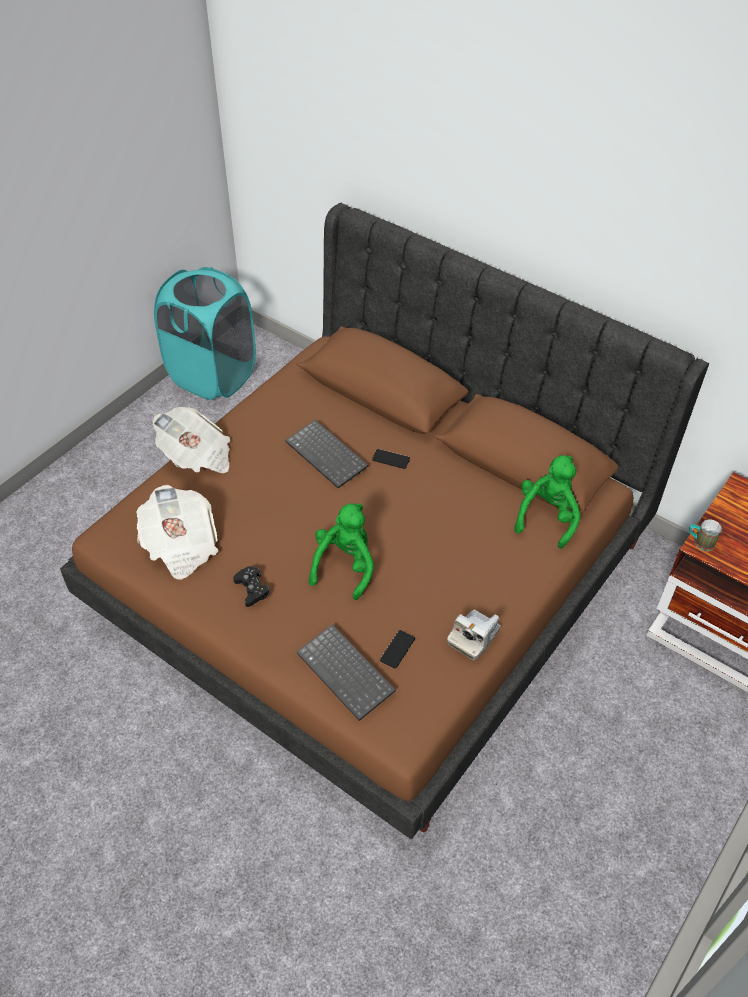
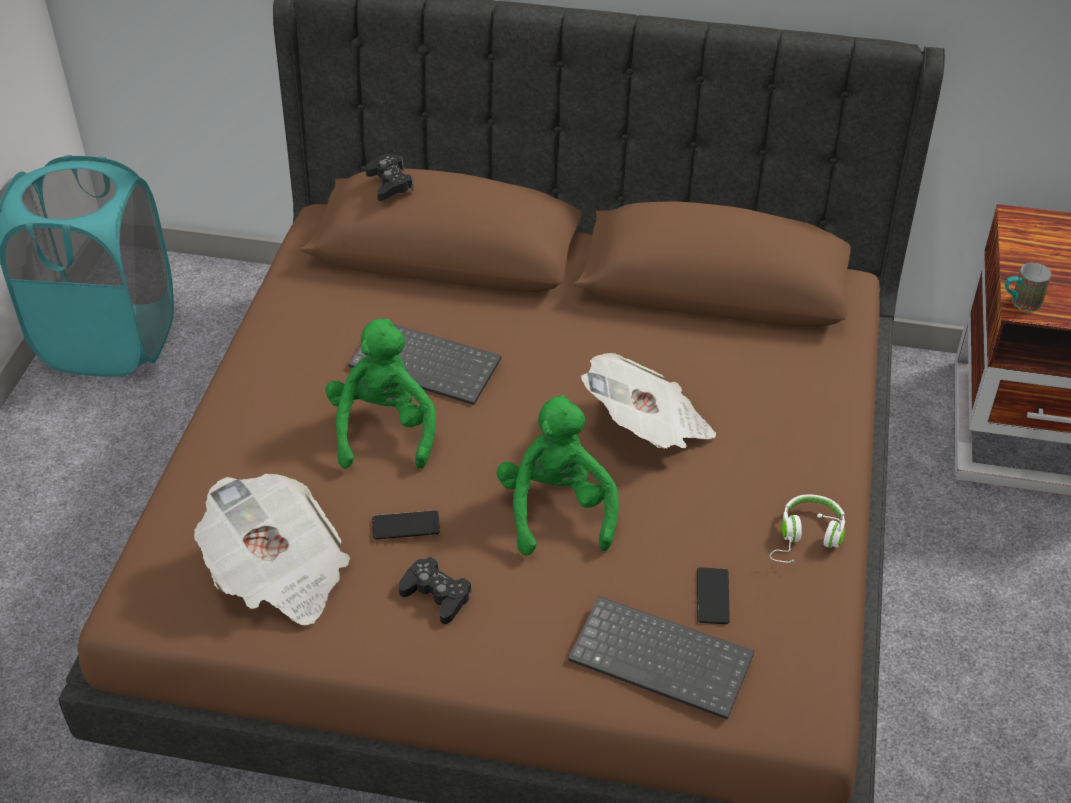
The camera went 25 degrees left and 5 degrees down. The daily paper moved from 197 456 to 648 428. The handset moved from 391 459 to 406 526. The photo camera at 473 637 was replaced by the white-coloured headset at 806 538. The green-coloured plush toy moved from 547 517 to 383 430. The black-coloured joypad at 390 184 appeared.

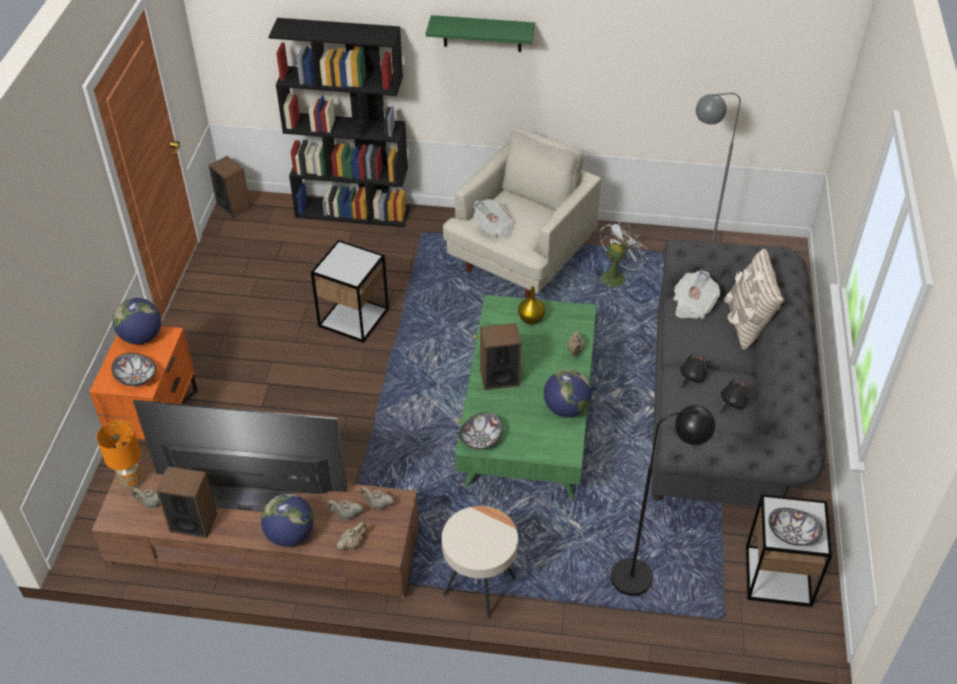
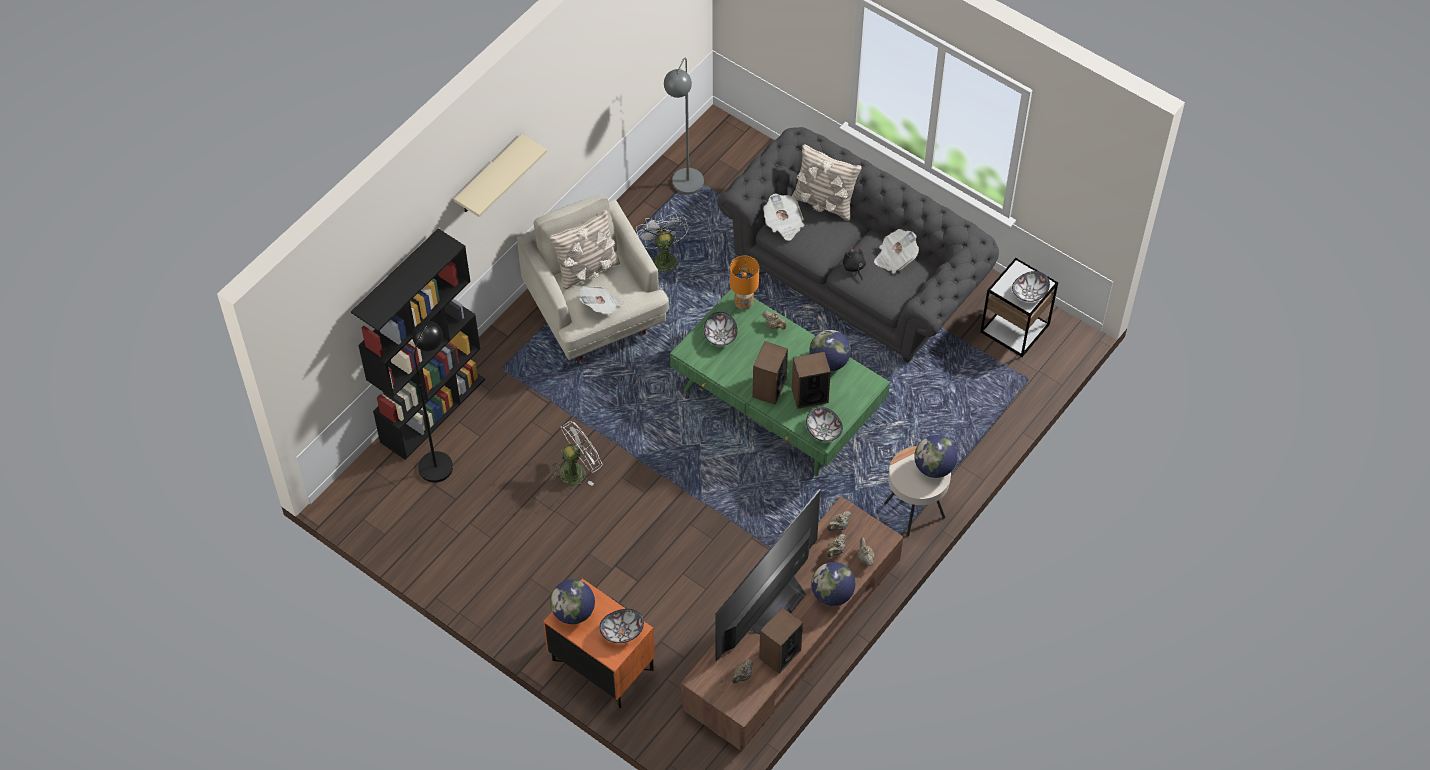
The camera went 60 degrees left and 10 degrees up. The orange table lamp moved from 132 481 to 743 303. The loudspeaker moved from 233 206 to 809 395. The side table at 353 317 was replaced by the white-coloured electric fan at 577 470. The green-coloured wall shelf at 482 33 became the beige-coloured wall shelf at 489 176. The yellowish flower vase at 531 319 was replaced by the deep dish at 720 336. The black-coloured floor lamp moved from 644 576 to 440 459. The black-coloured plush toy at 732 403 was replaced by the daily paper at 895 258. The beige-coloured throw pillow at 587 270 appeared. The globe at 934 467 appeared.

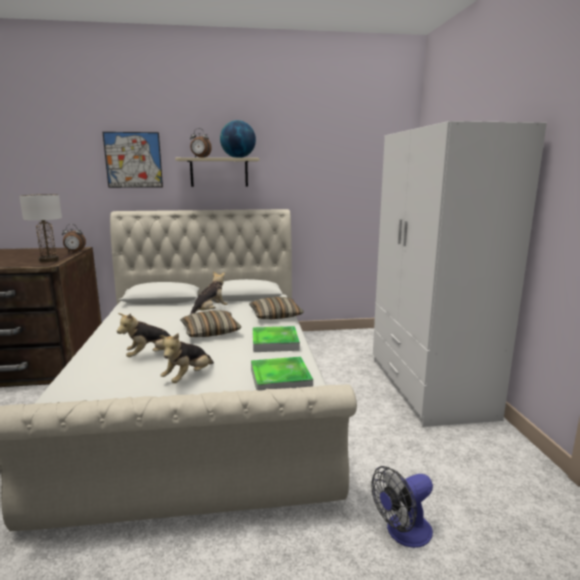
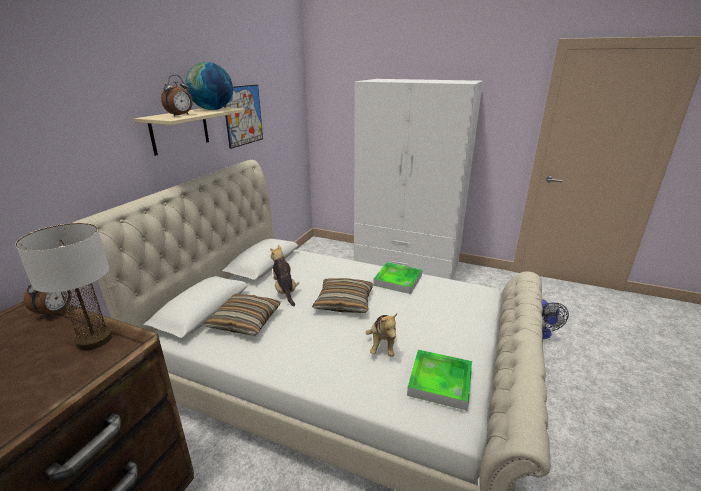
The camera went 60 degrees left and 10 degrees up. The wall picture moved from 133 160 to 243 115. The plush toy at 188 377 disappeared. The throw pillow moved from 275 315 to 245 321. The serving tray moved from 280 379 to 440 381.

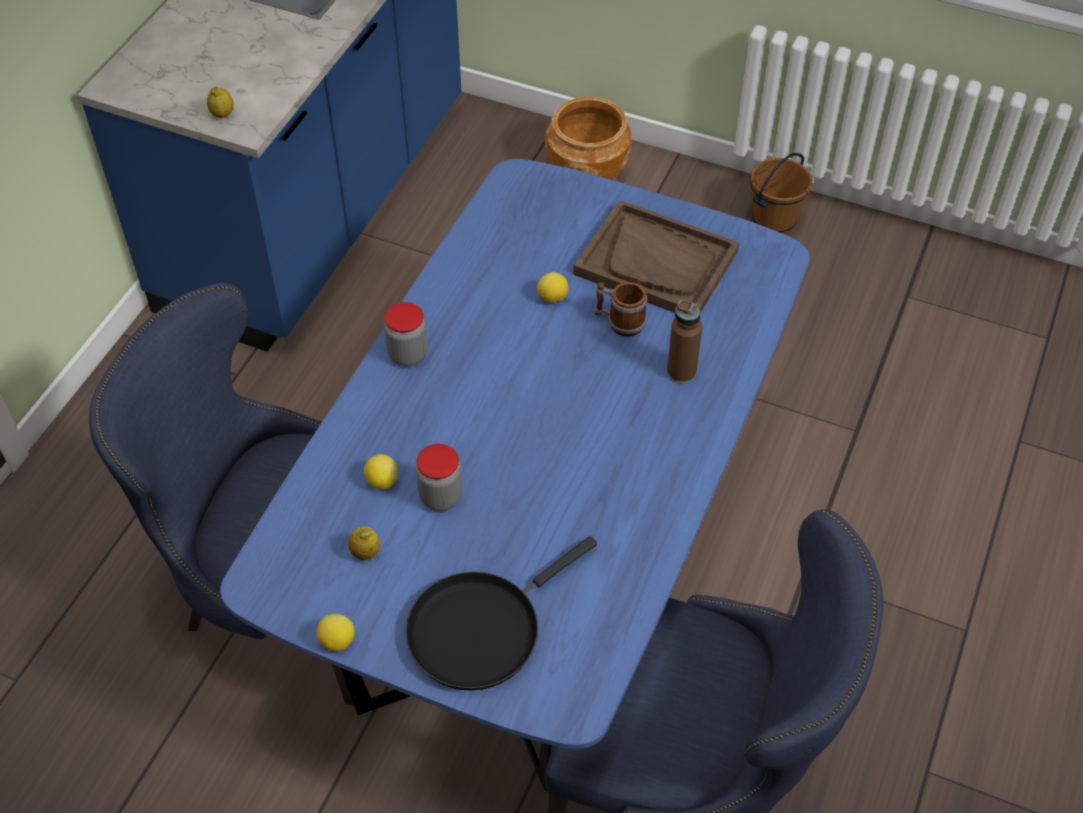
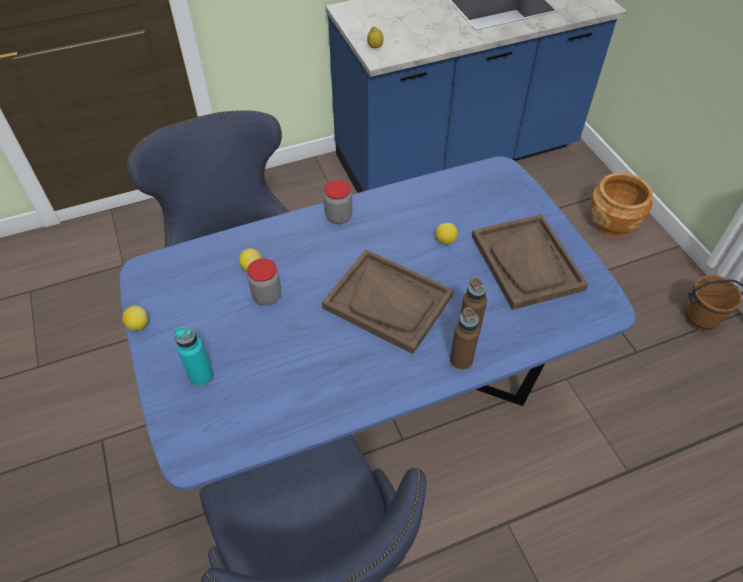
The camera went 45 degrees right and 0 degrees up. The citrus fruit at 365 552 disappeared. The black-coloured skillet at 480 629 was replaced by the blue-green bottle at 201 376. The mug at 619 322 disappeared. The brown serving tray at 388 302 appeared. The brown bottle at 461 361 appeared.

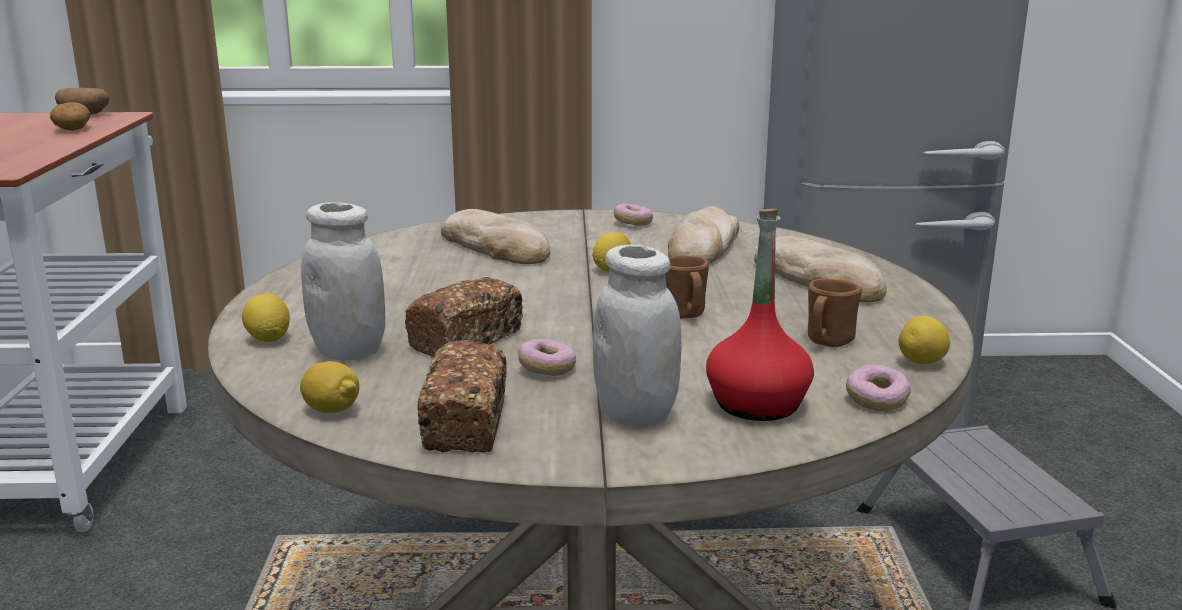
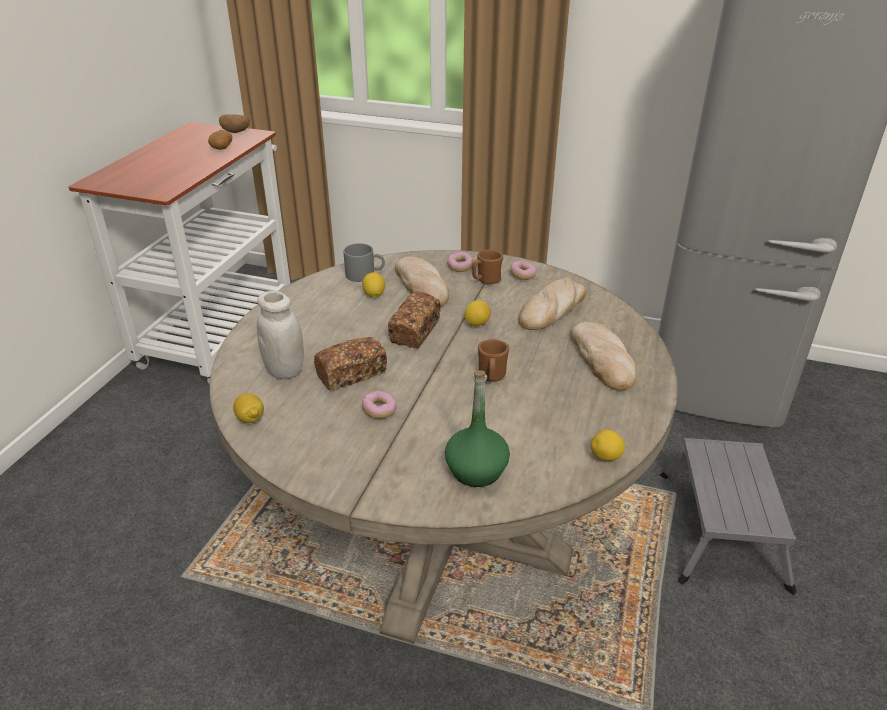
The camera went 20 degrees right and 15 degrees up. The citrus fruit moved from 268 339 to 374 295. The baked bread moved from 466 424 to 415 331. The white-coloured preserve jar at 635 415 disappeared. The red bottle at 756 404 became the green-coloured bottle at 476 470. The brown mug moved from 827 342 to 486 281. The doughnut moved from 876 401 to 460 267. The grey mug at 365 274 appeared.

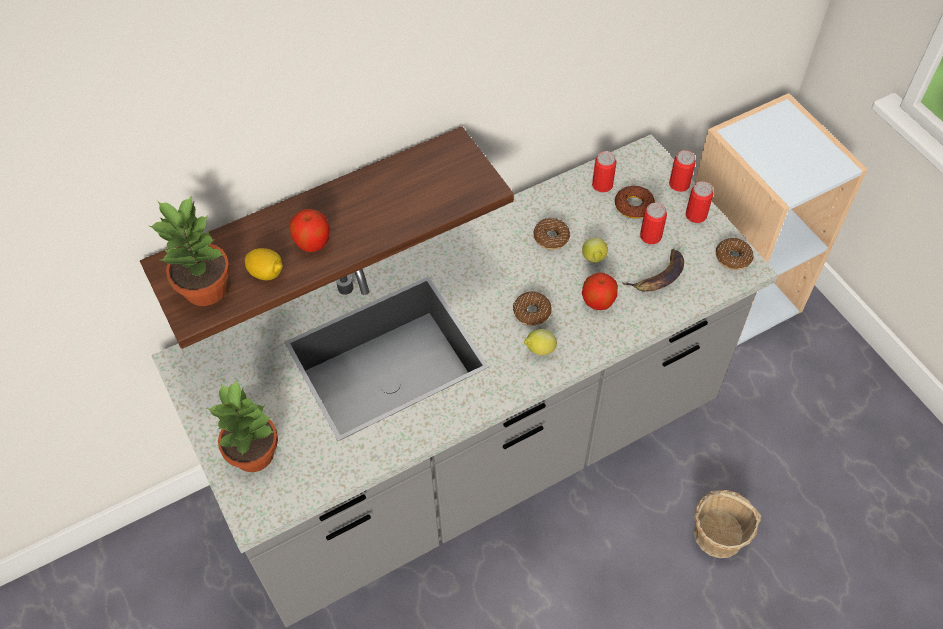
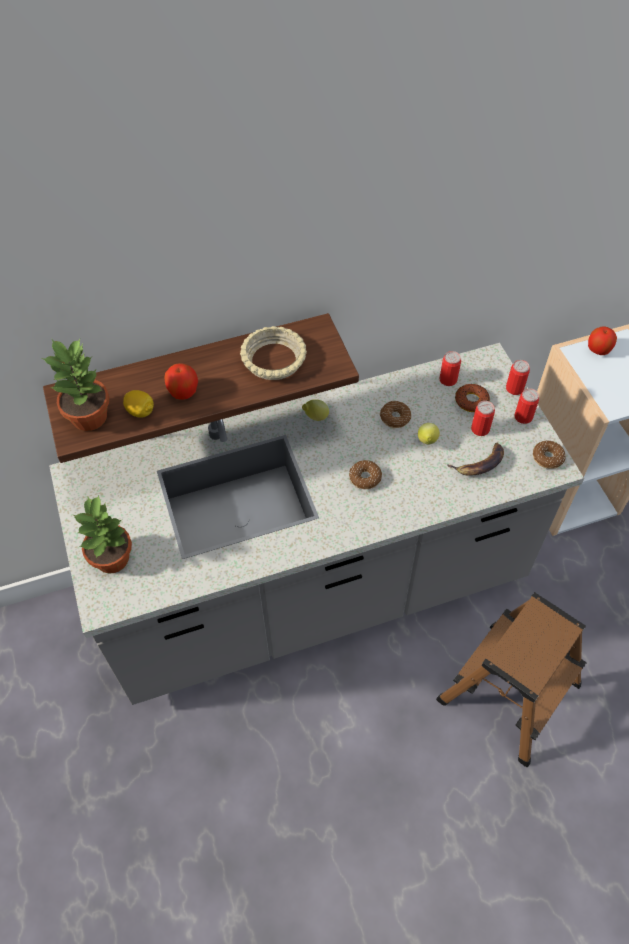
The camera went 10 degrees right and 0 degrees up. The citrus fruit moved from 539 350 to 315 417. The apple moved from 598 301 to 598 350. The household basket at 718 533 was replaced by the brown step ladder at 509 691. The beige-coloured deep dish at 274 360 appeared.

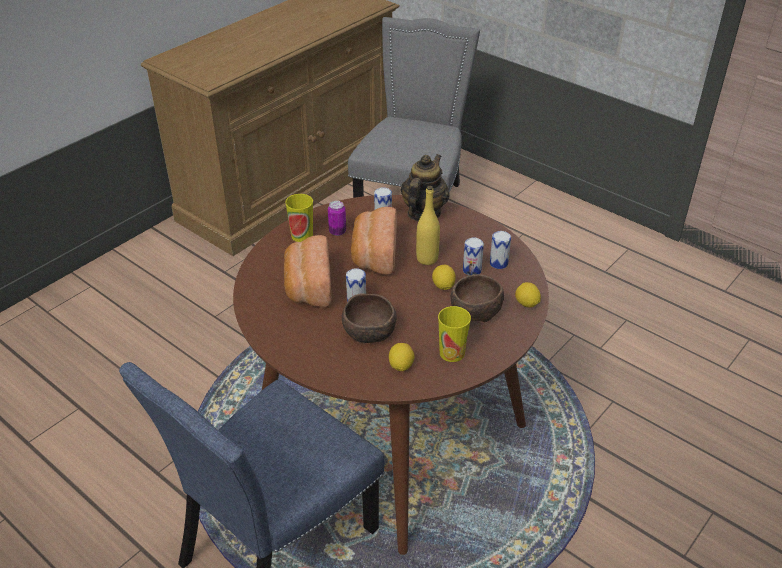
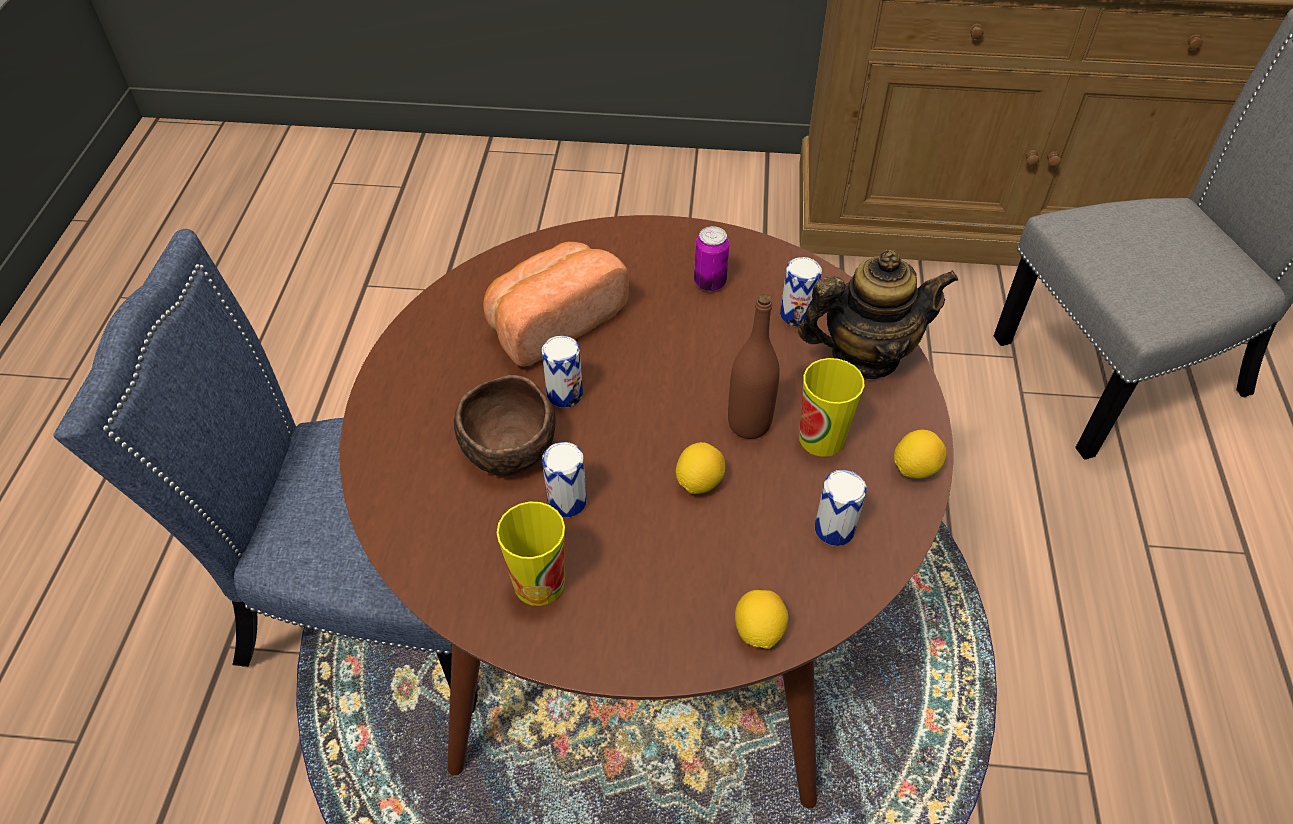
The camera went 55 degrees right and 10 degrees up. The small cup moved from 302 235 to 821 438. The baked bread at 374 255 disappeared. The citrus fruit moved from 401 366 to 915 468. The yellowish bottle at 427 259 became the brown bottle at 749 423. The brown deep dish at 474 310 disappeared. The can moved from 472 270 to 567 501.

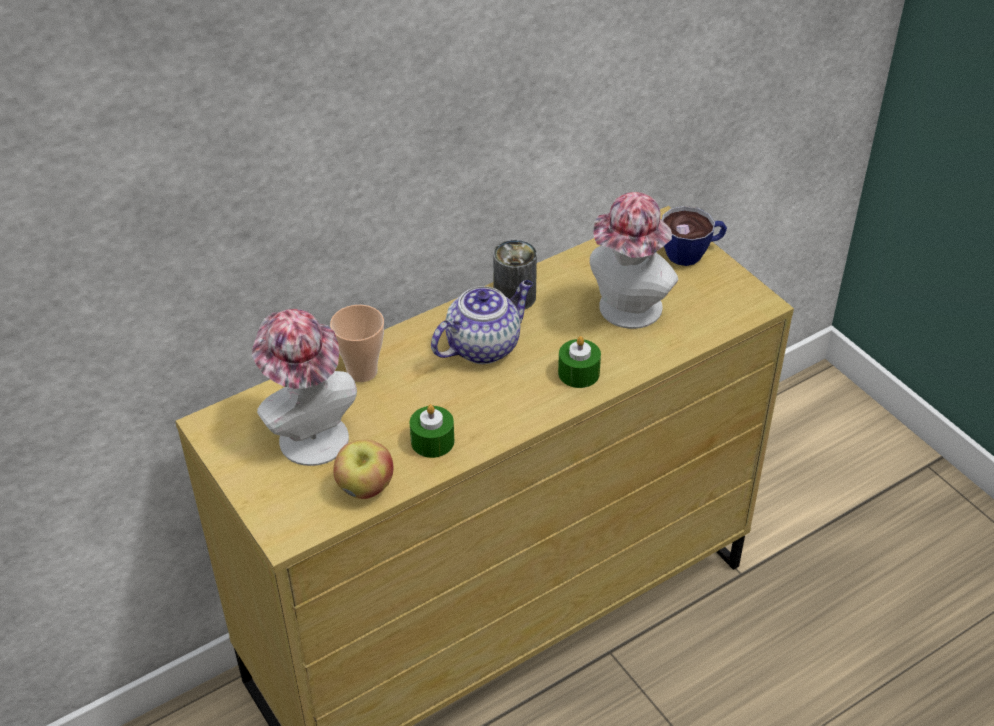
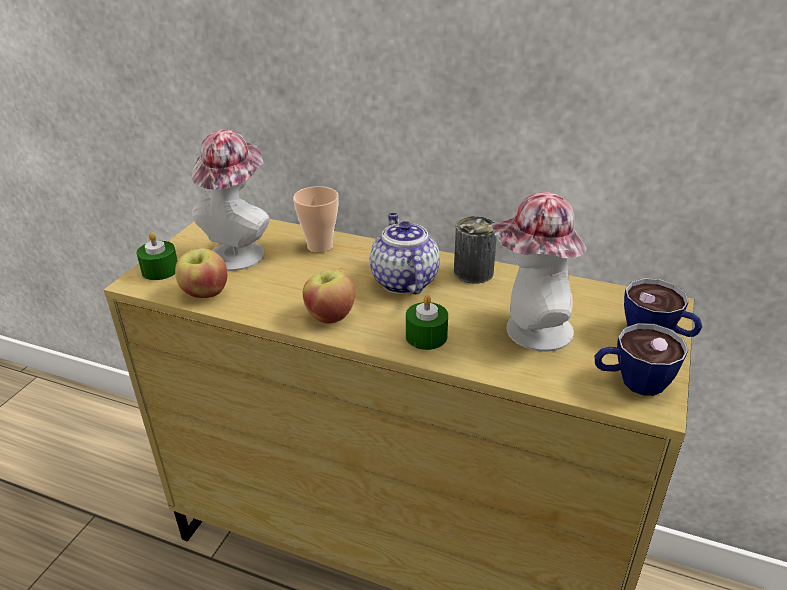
The camera went 55 degrees right and 10 degrees down. The green-coloured wax candle moved from 432 441 to 160 270. The pot for tea at 484 346 turned 120 degrees counterclockwise. The apple at 330 315 appeared. The small cup at 632 381 appeared.

